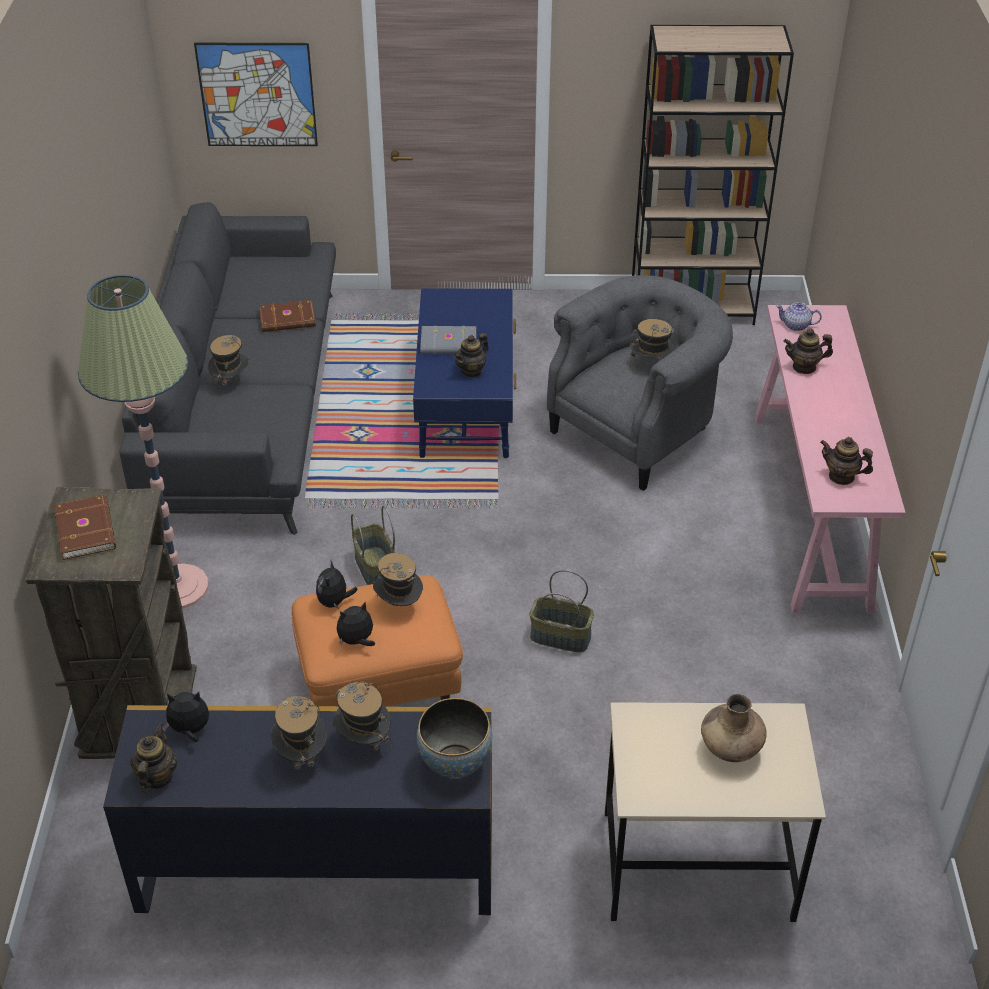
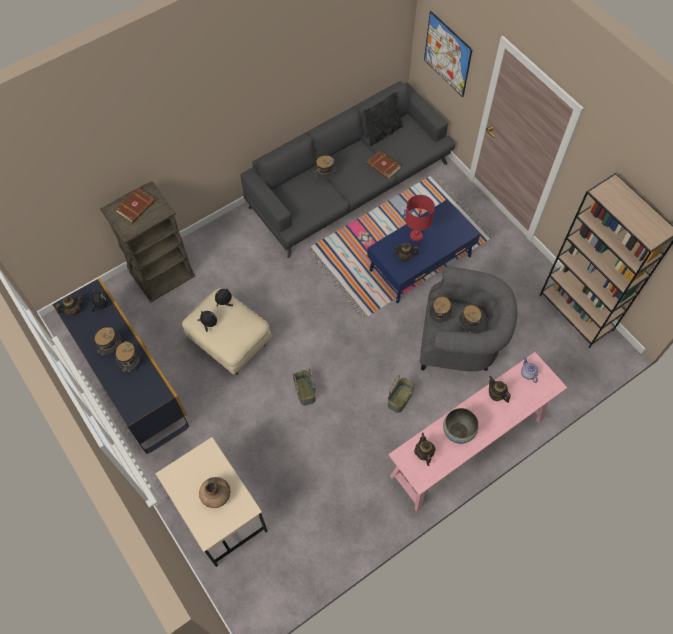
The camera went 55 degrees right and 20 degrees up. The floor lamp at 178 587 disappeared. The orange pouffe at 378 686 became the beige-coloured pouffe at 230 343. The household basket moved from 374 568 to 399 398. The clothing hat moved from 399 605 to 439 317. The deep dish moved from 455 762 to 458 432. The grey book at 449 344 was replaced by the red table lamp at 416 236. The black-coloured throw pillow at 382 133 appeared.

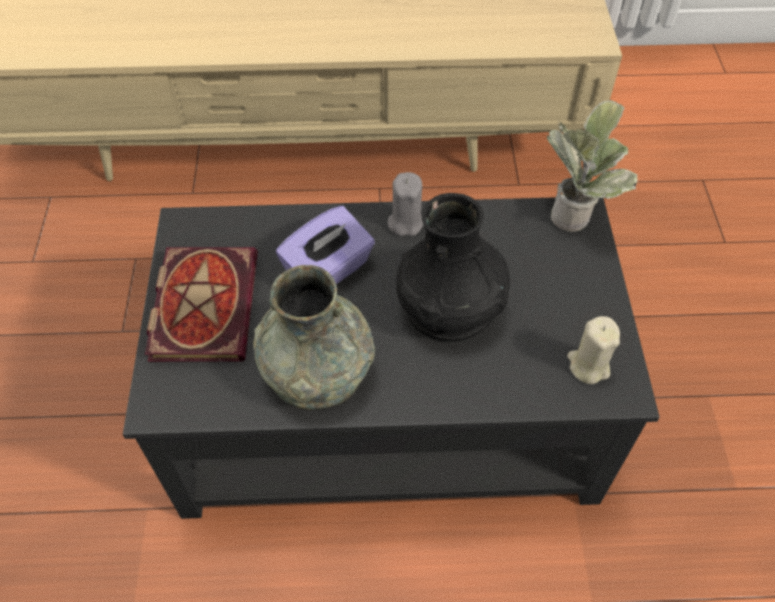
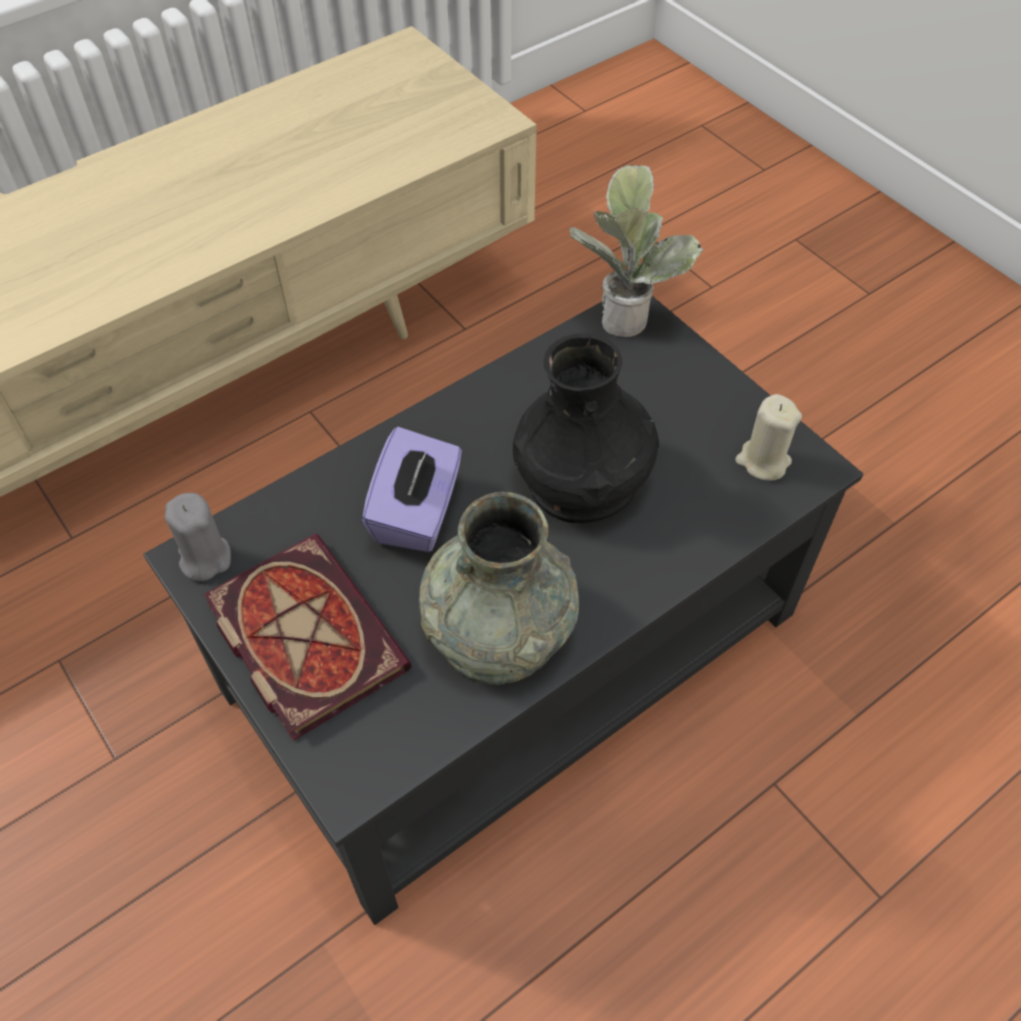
The camera went 35 degrees left and 0 degrees up. The grey wax candle moved from 405 222 to 205 558.

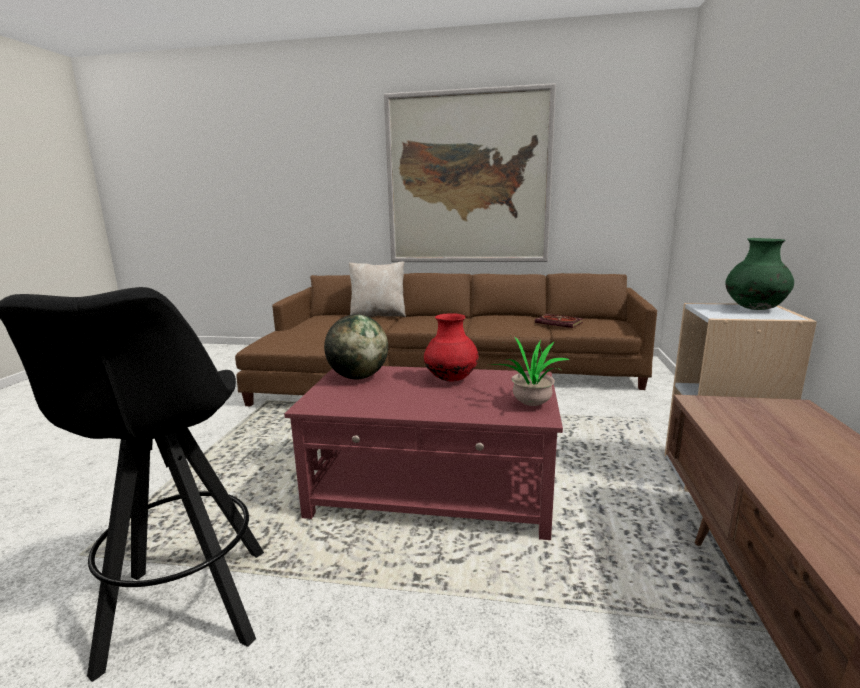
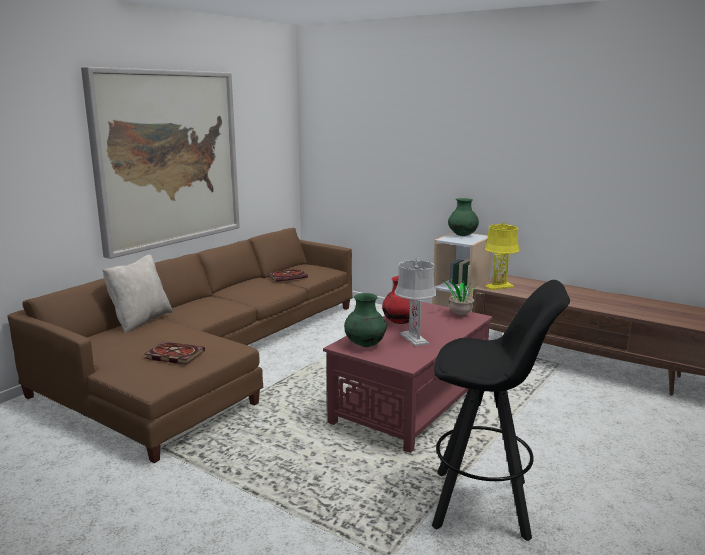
The camera went 65 degrees left and 0 degrees up. The globe at 358 377 was replaced by the green-coloured flower vase at 365 345. The book at 173 355 appeared. The grey table lamp at 414 339 appeared. The yellowish table lamp at 499 287 appeared.

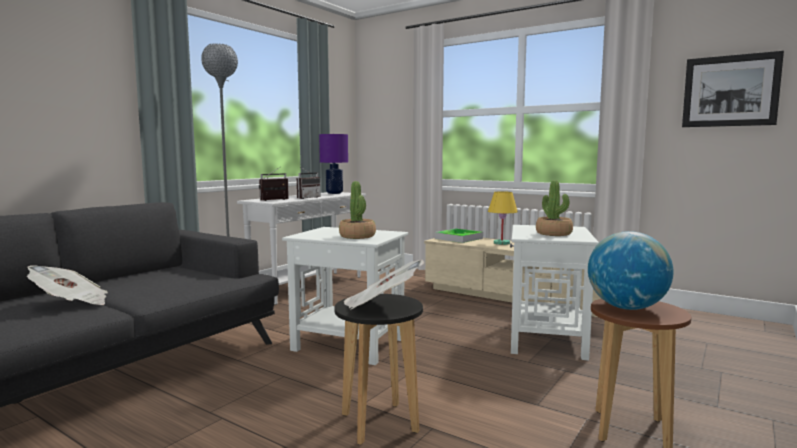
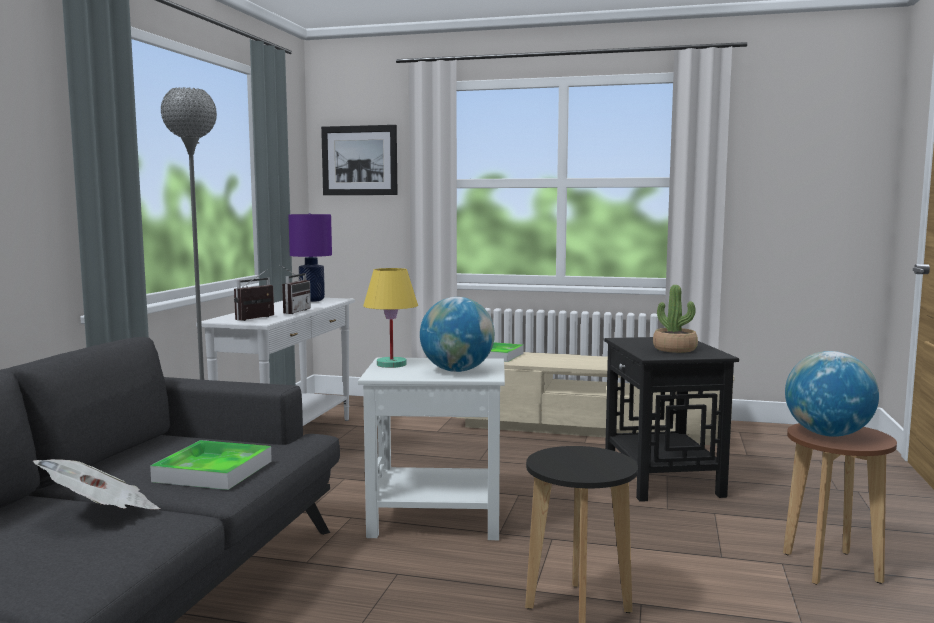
The camera went 20 degrees left and 0 degrees up. The potted plant at 357 236 was replaced by the globe at 457 370. The daily paper at 381 305 disappeared. The yellowish table lamp moved from 501 243 to 391 364. The white-coloured side table at 546 340 became the black-coloured side table at 662 479. The wall picture moved from 730 91 to 359 160. The serving tray at 213 471 appeared.

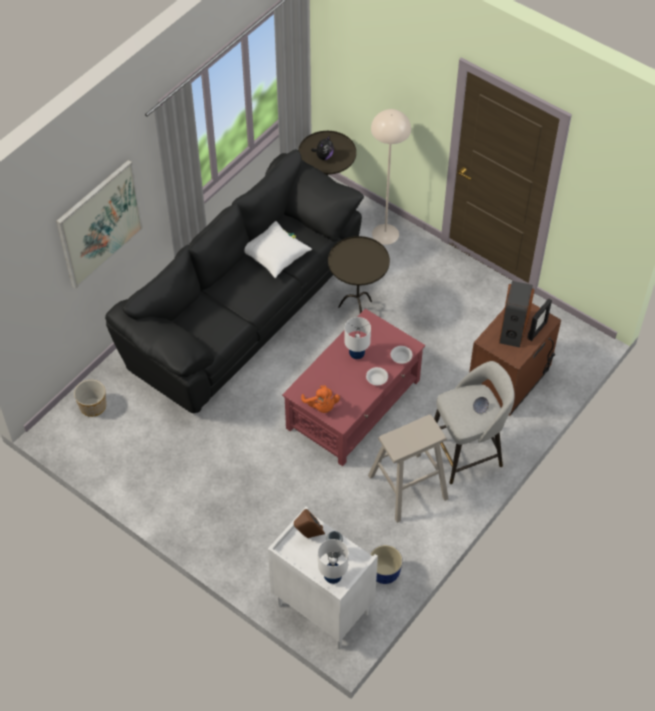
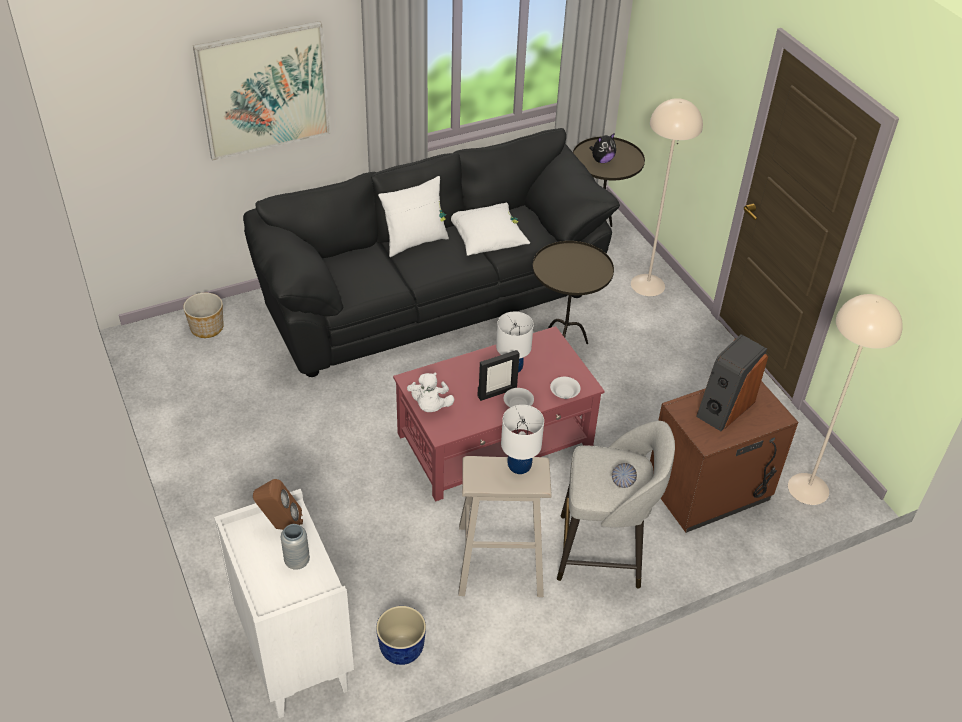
The camera went 25 degrees right and 10 degrees down. The orange plush toy at 321 406 became the white-coloured plush toy at 430 406. The white-coloured table lamp moved from 332 577 to 518 468. The standing frame moved from 537 330 to 497 392. The white-coloured throw pillow at 414 242 appeared. The beige-coloured floor lamp at 808 489 appeared.

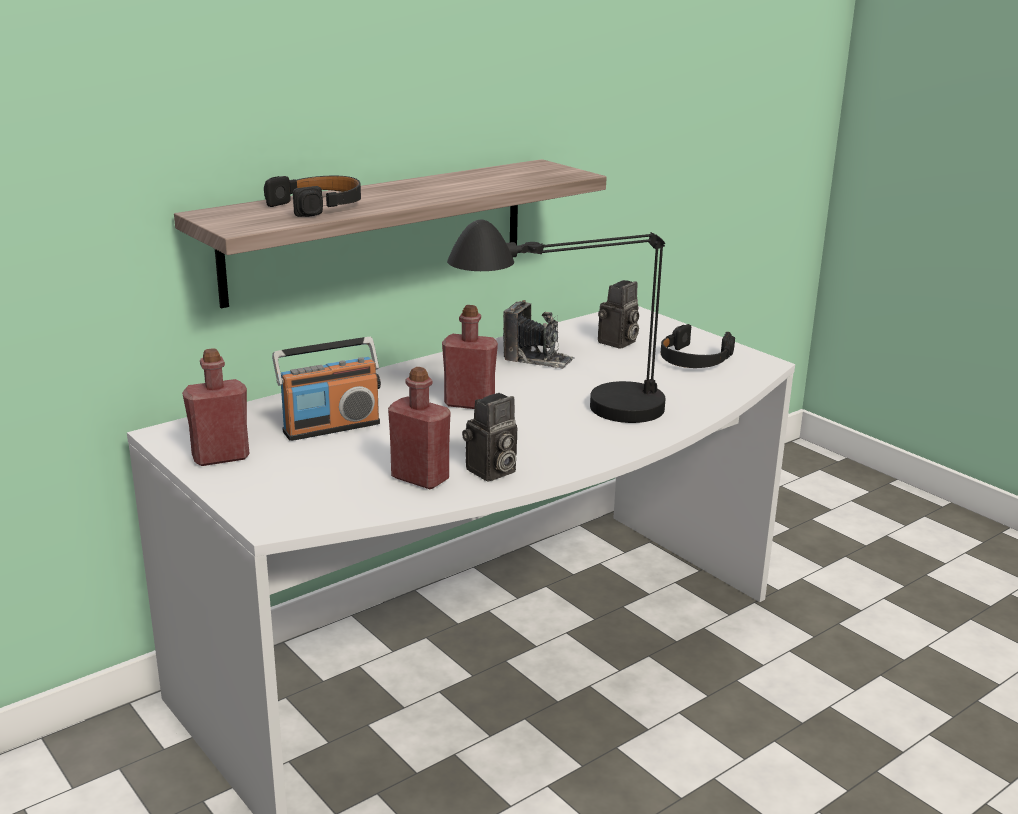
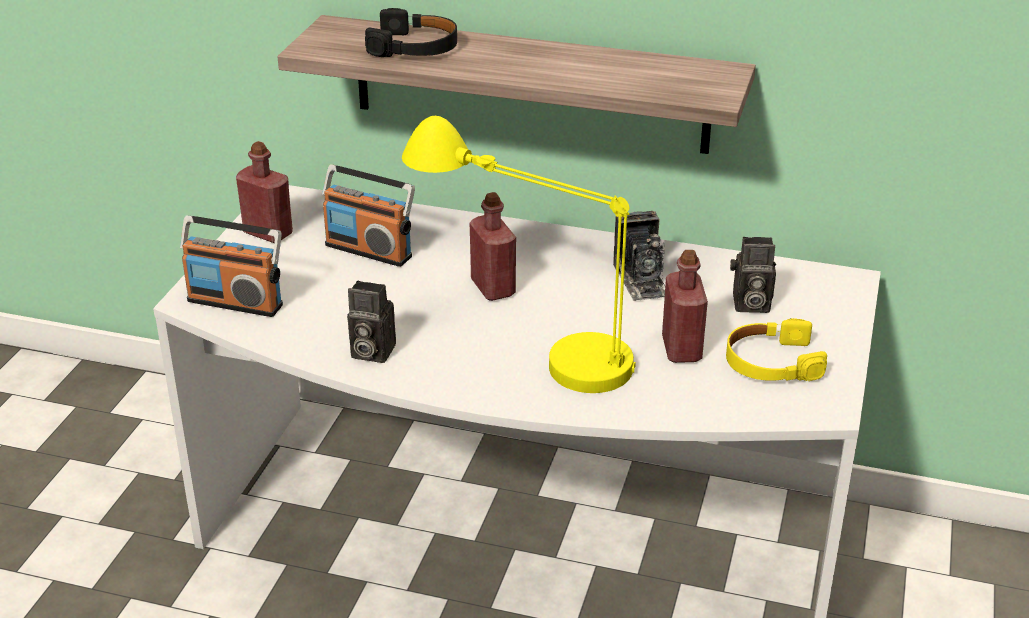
The camera went 55 degrees right and 10 degrees up. The red bottle moved from 420 478 to 681 349. The black-coloured table lamp at 566 417 became the yellowish table lamp at 525 345. The black-coloured headset at 694 359 became the yellowish headset at 771 362. The radio set at 235 302 appeared.

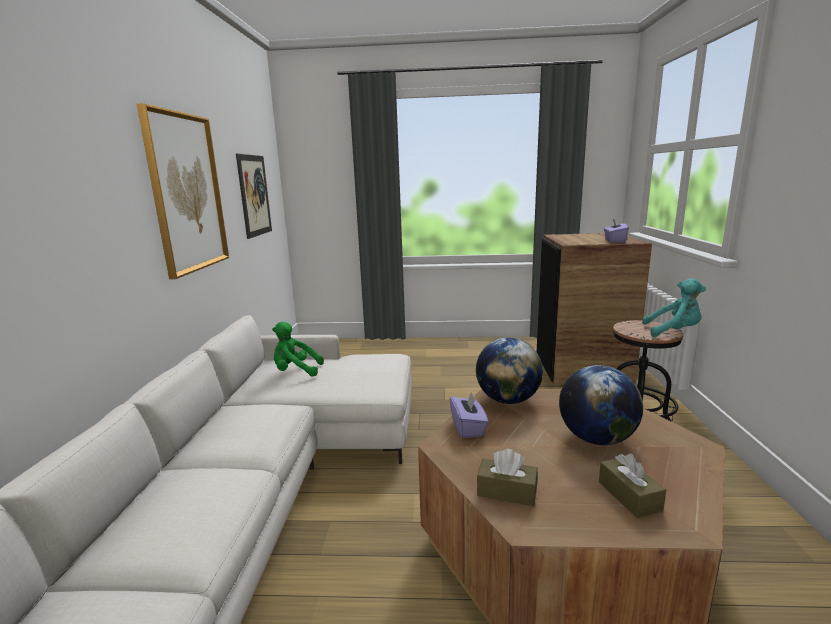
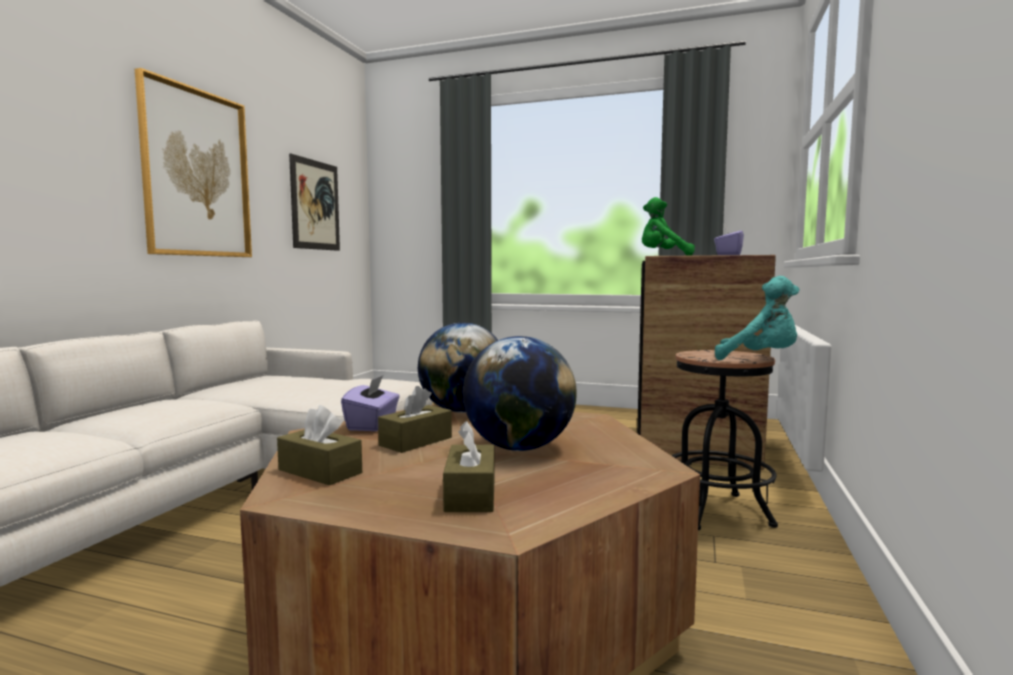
The camera went 15 degrees right and 10 degrees down. The green-coloured plush toy moved from 296 371 to 664 256. The brown tissue box at 416 441 appeared.

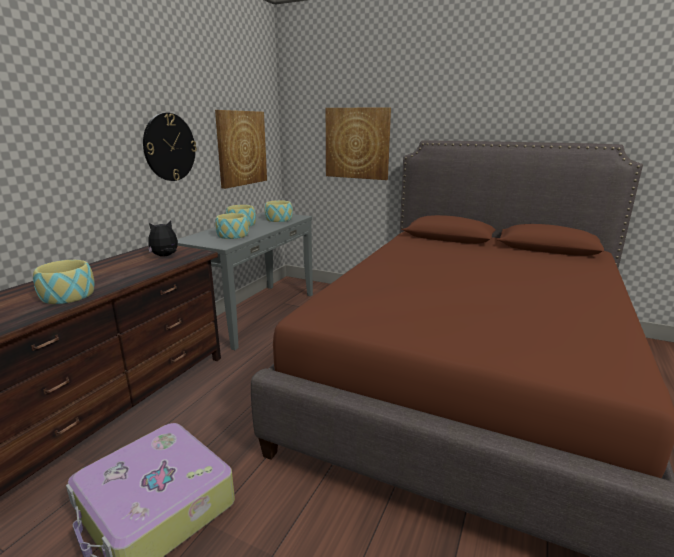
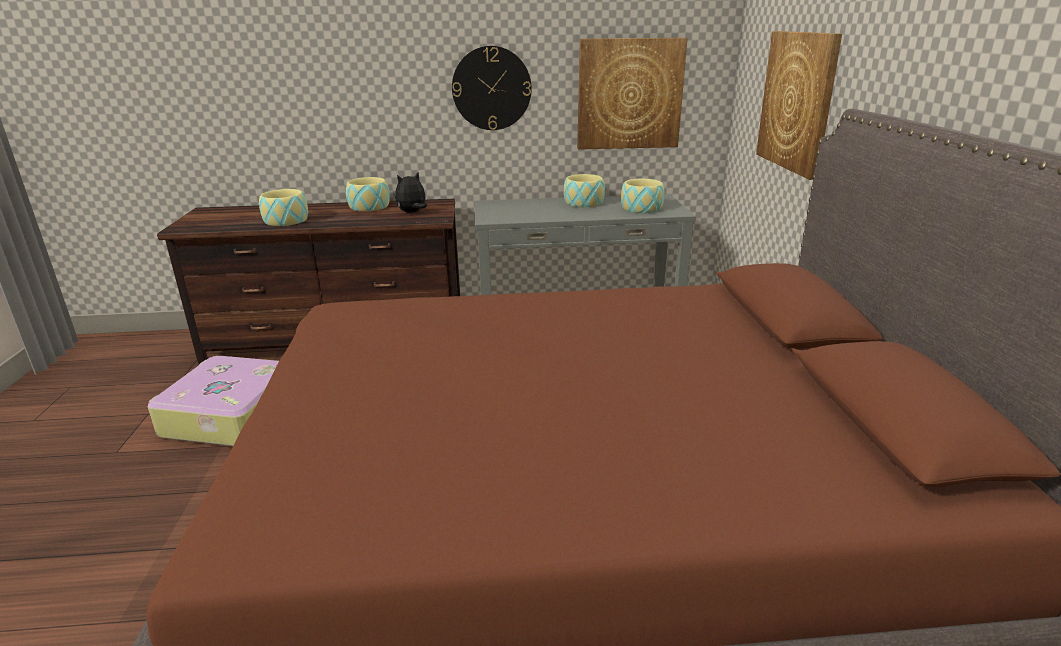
The camera went 60 degrees right and 5 degrees up. The plush toy at 165 256 turned 60 degrees counterclockwise. The deep dish moved from 233 235 to 369 206.

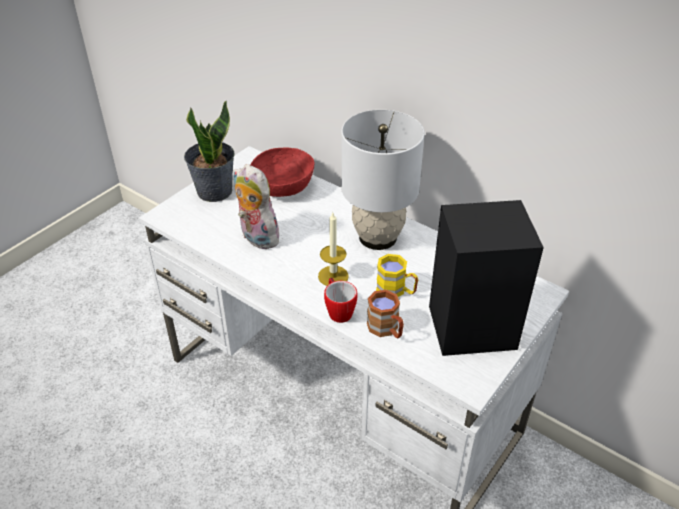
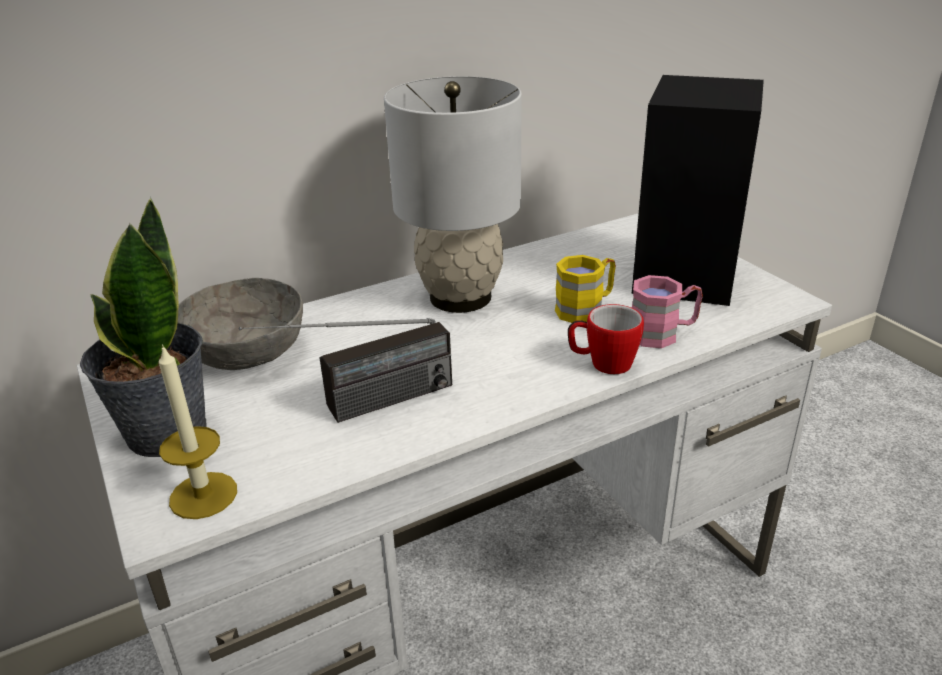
The camera went 65 degrees left and 10 degrees down. The plush toy at 256 237 was replaced by the radio set at 360 408. The red deep dish at 283 186 became the grey deep dish at 246 351. The wax candle moved from 333 276 to 203 495. The brown mug at 386 329 became the pink mug at 663 334.

